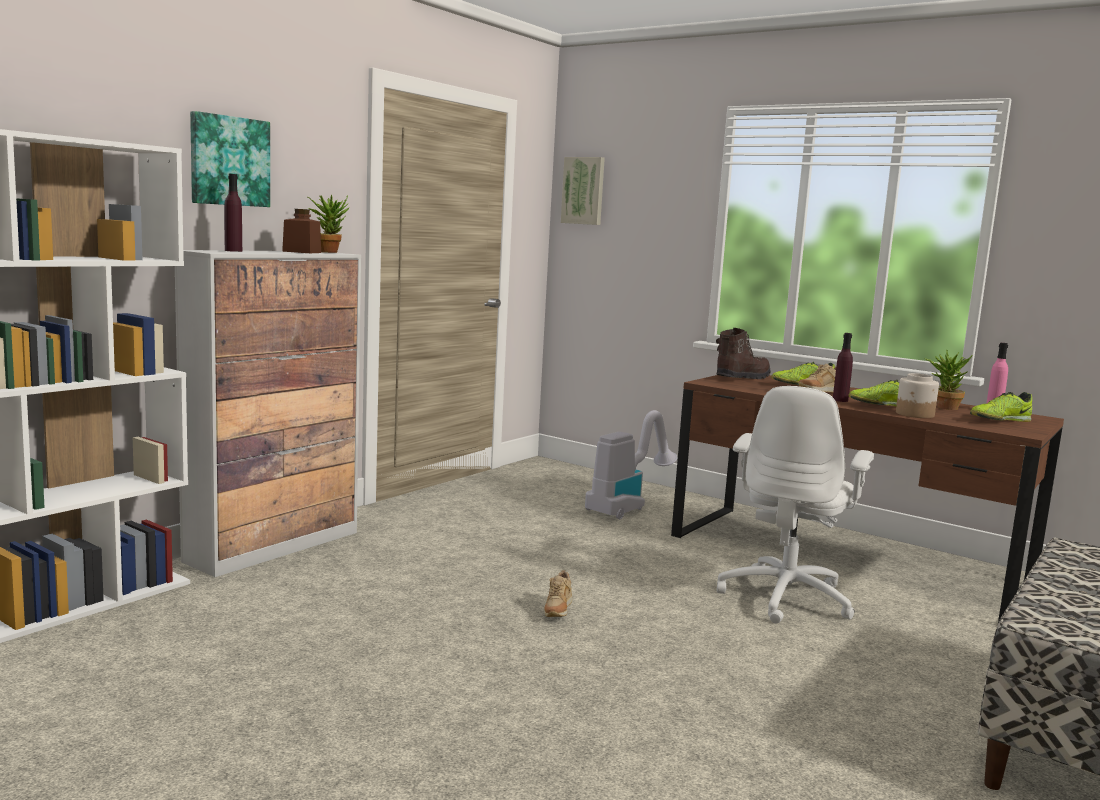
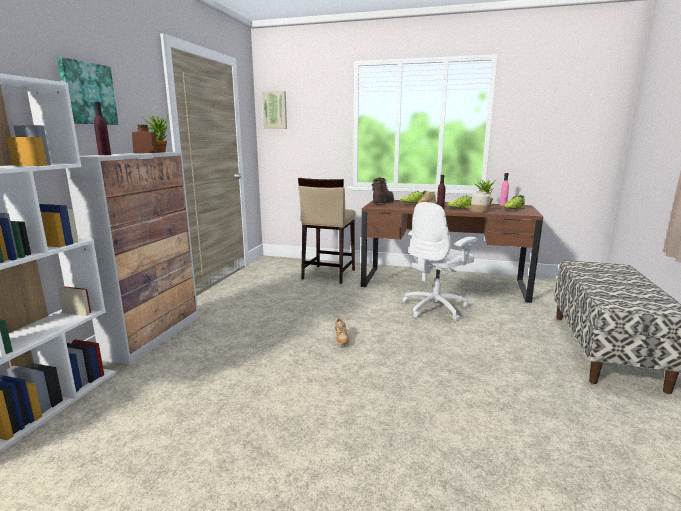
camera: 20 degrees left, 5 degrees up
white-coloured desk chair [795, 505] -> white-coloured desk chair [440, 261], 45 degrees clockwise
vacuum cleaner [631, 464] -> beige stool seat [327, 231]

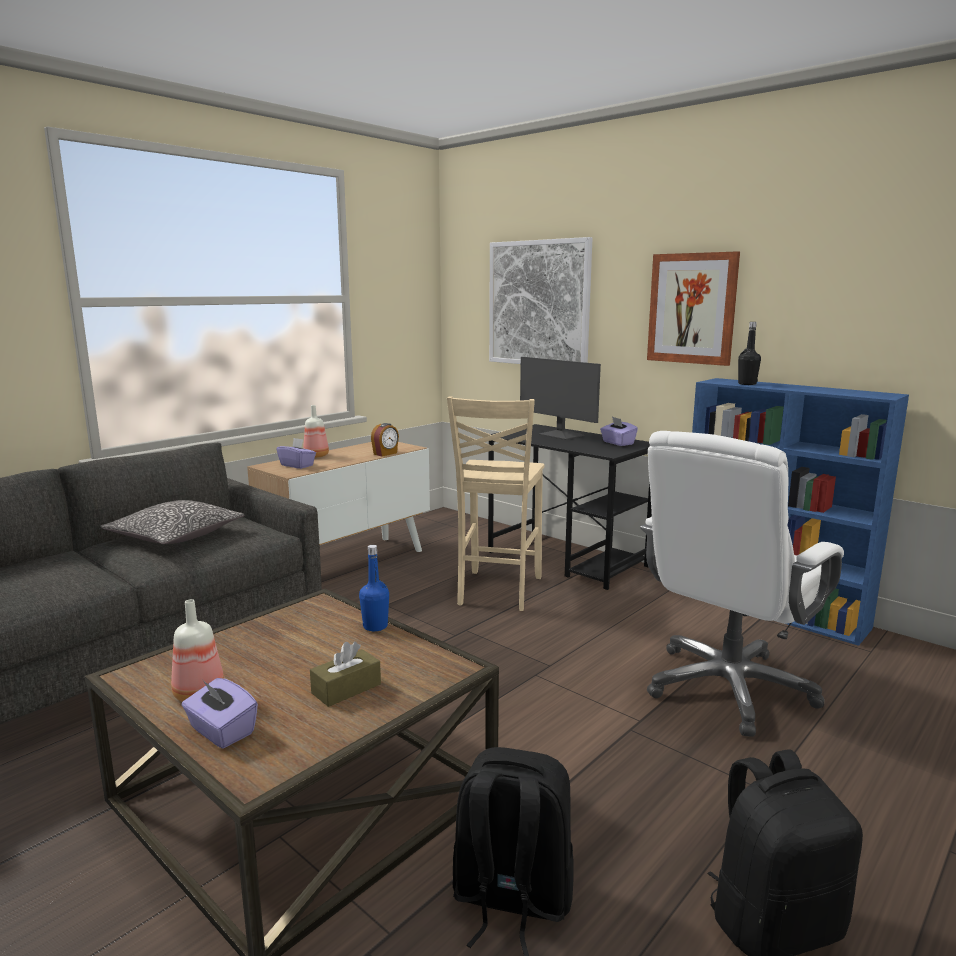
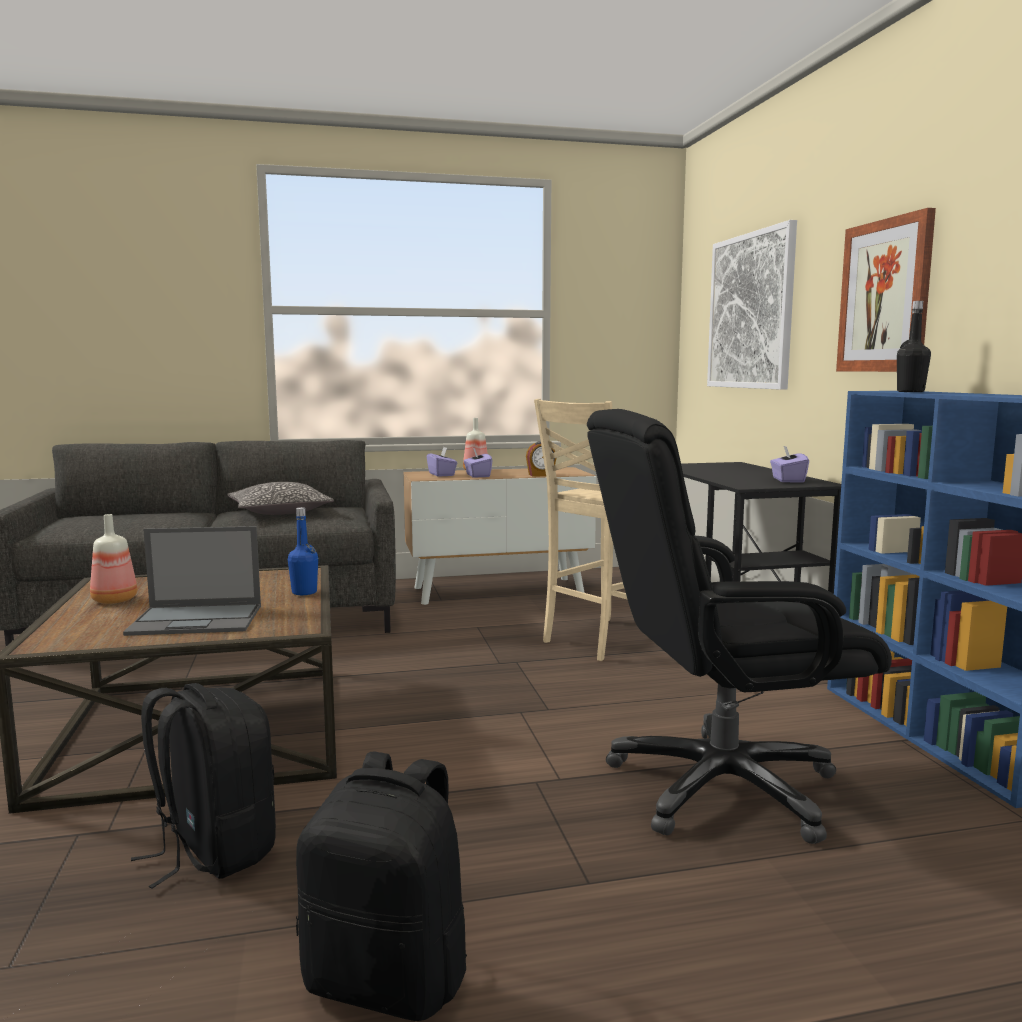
camera: 35 degrees right, 5 degrees down
computer display [560, 398] -> none
white-coloured desk chair [742, 584] -> black-coloured desk chair [739, 626]
brown-coloured box of tissues [345, 674] -> portable computer [192, 581]
purple-coloured box of tissues [220, 713] -> purple-coloured box of tissues [478, 463], relocated

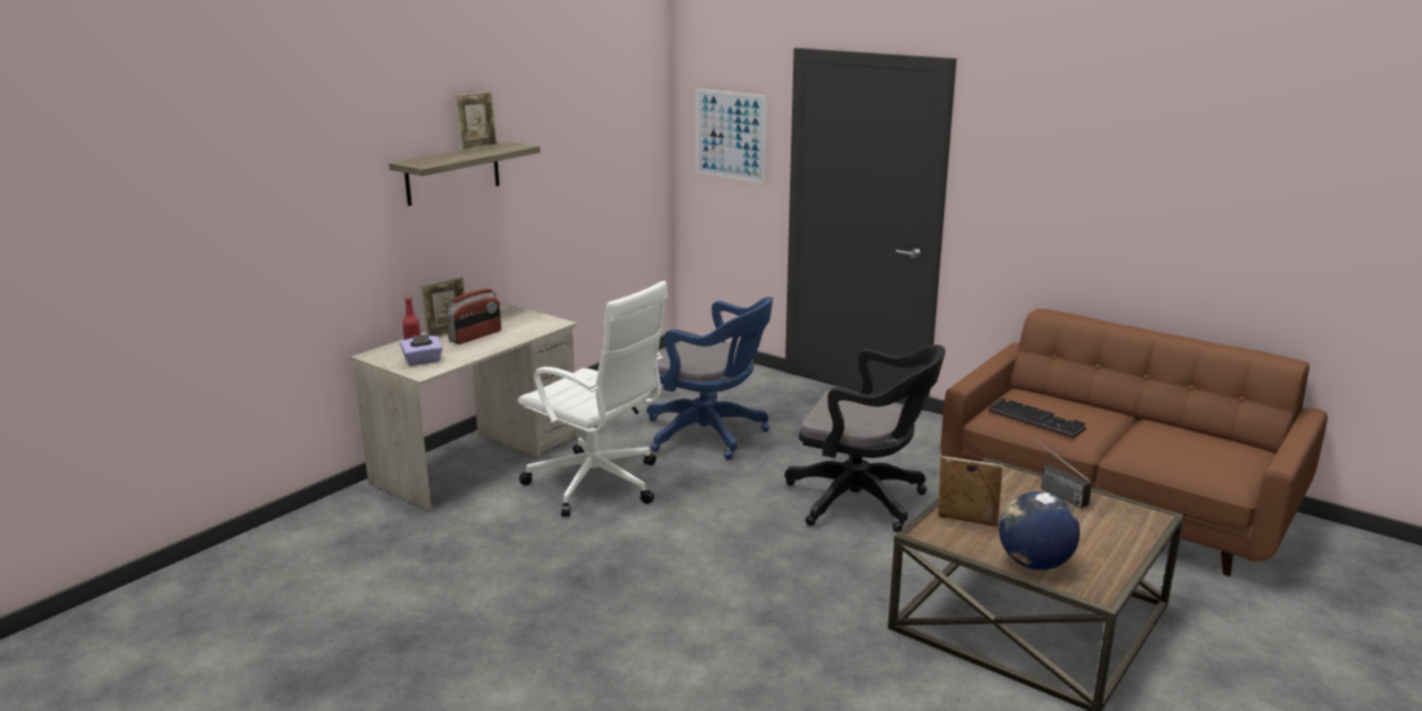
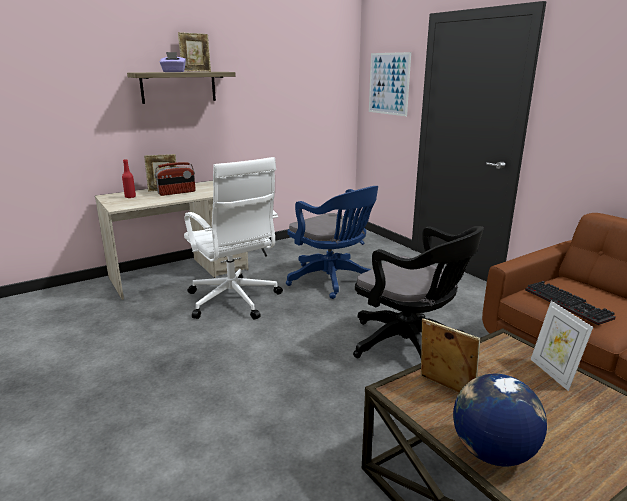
camera: 20 degrees right, 0 degrees up
purple-coloured box of tissues [421, 350] -> purple-coloured box of tissues [173, 62], relocated
radio receiver [1061, 472] -> standing frame [562, 346]

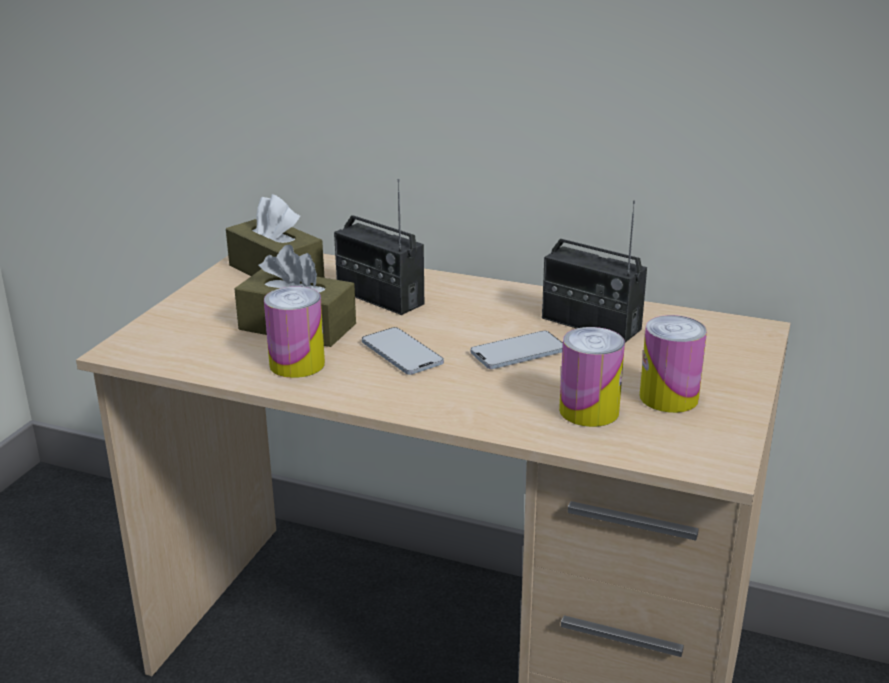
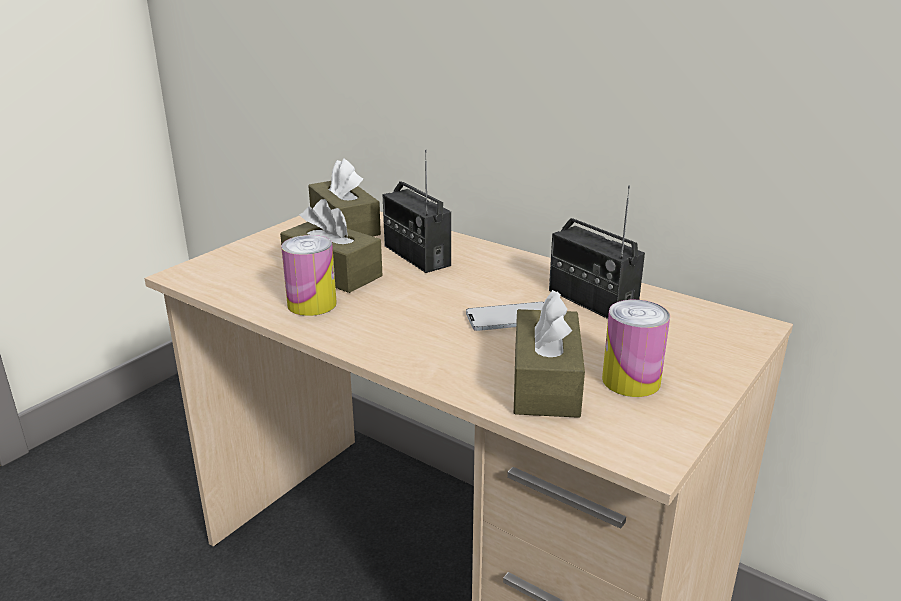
camera: 15 degrees right, 0 degrees up
phone [403, 351] -> none
metal can [592, 377] -> brown-coloured box of tissues [549, 354]

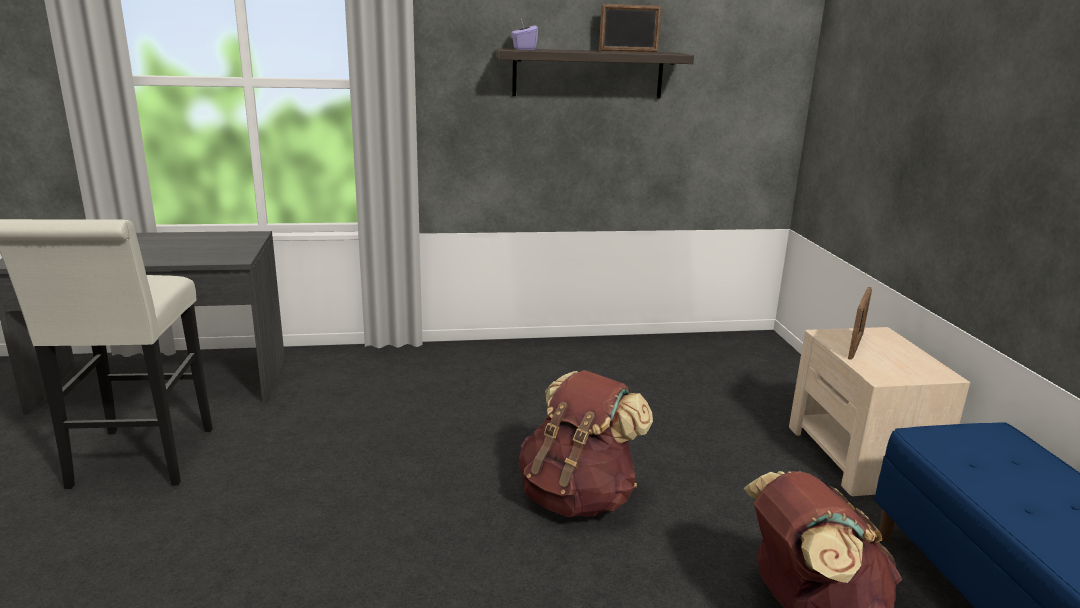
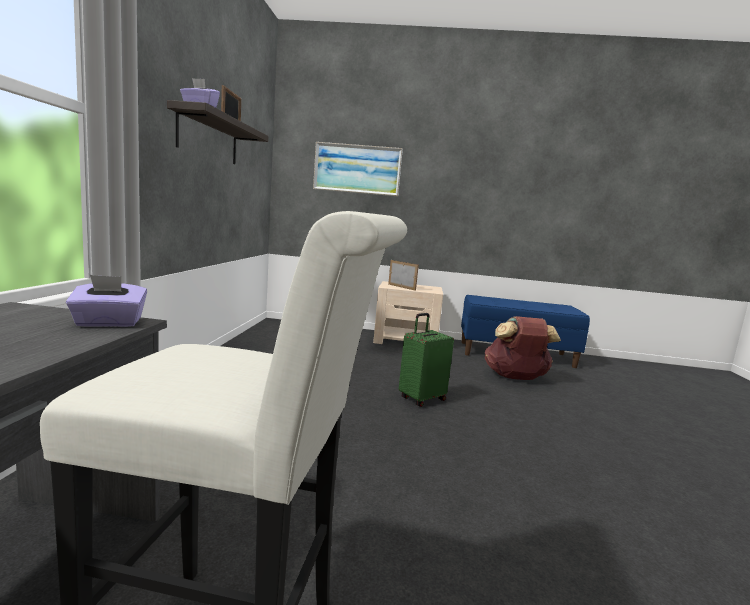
camera: 75 degrees left, 10 degrees down
brown-coloured rucksack [586, 443] -> greenish suitcase [426, 360]
none -> wall picture [358, 169]
none -> purple-coloured box of tissues [106, 301]

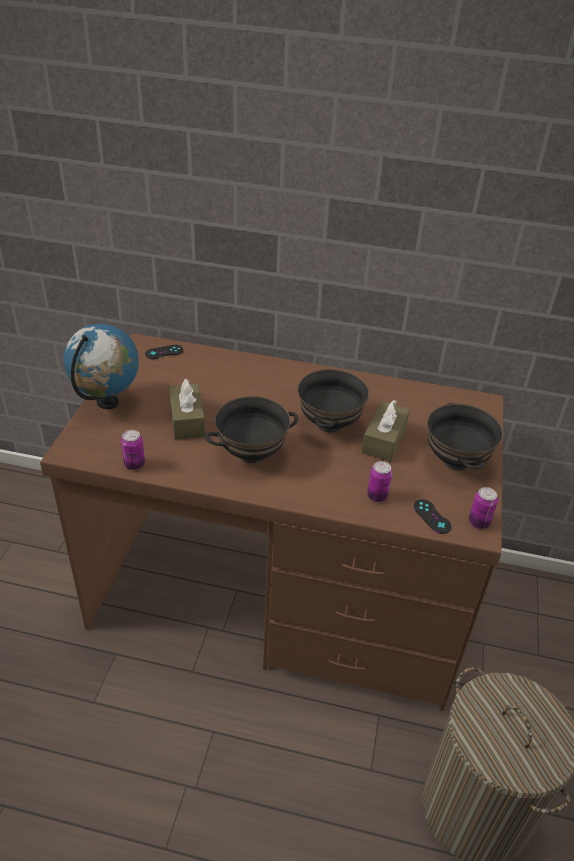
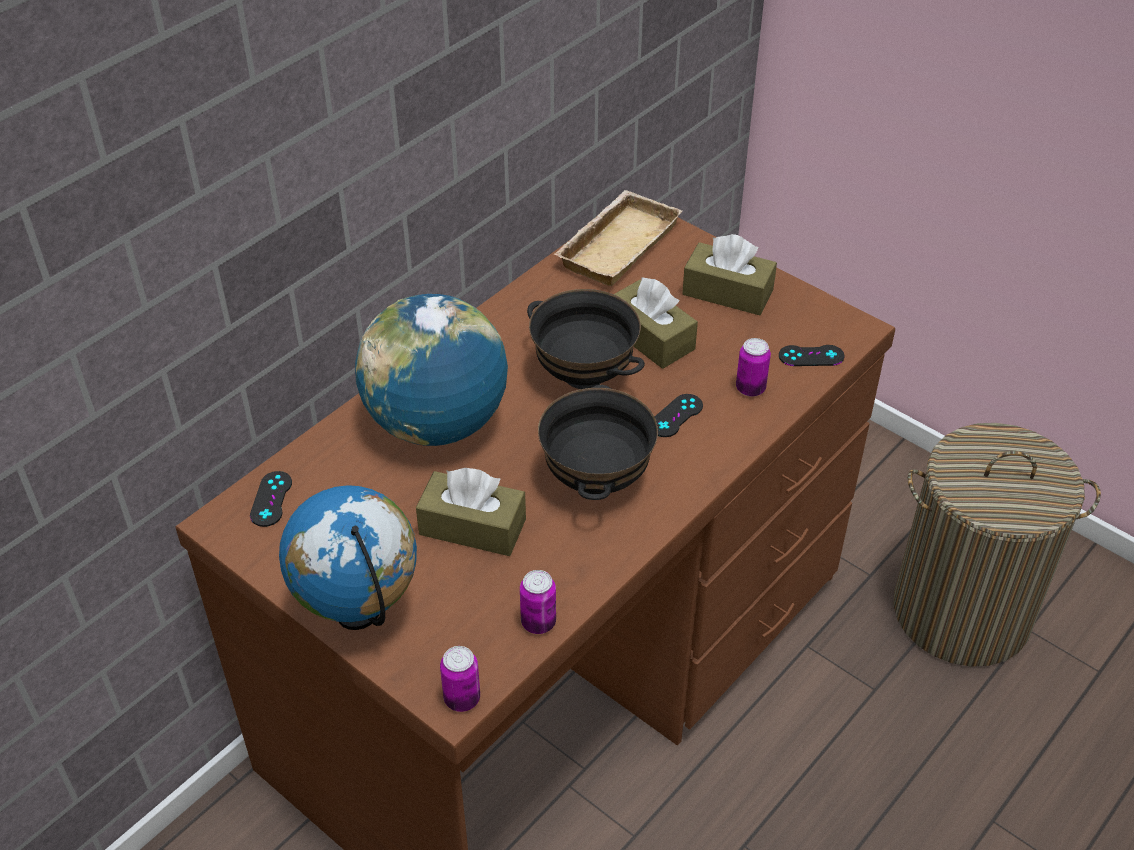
camera: 60 degrees left, 5 degrees up
black-coloured bowl [465, 437] -> brown-coloured box of tissues [729, 274]
metal can [483, 508] -> metal can [460, 679], relocated
none -> beige serving tray [618, 238]
none -> world globe [431, 370]
none -> black-coloured game controller [679, 415]

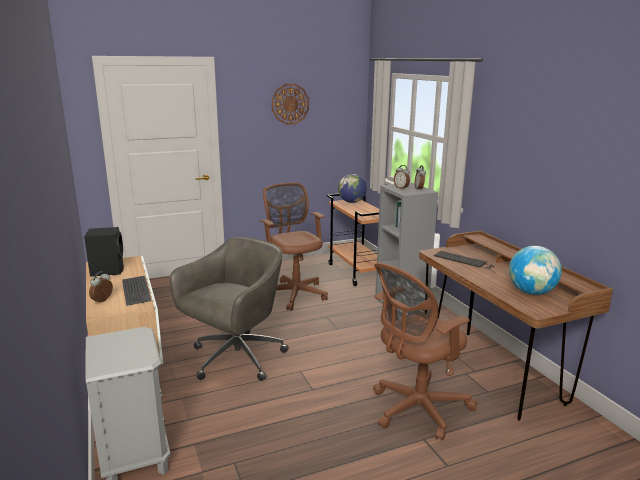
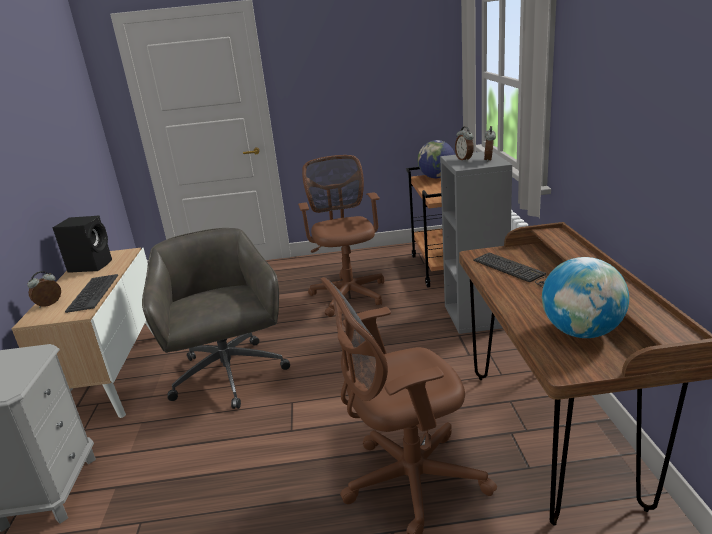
camera: 20 degrees right, 5 degrees up
wall clock [290, 104] -> none
greyish desk chair [228, 309] -> greyish desk chair [216, 318], 75 degrees counterclockwise

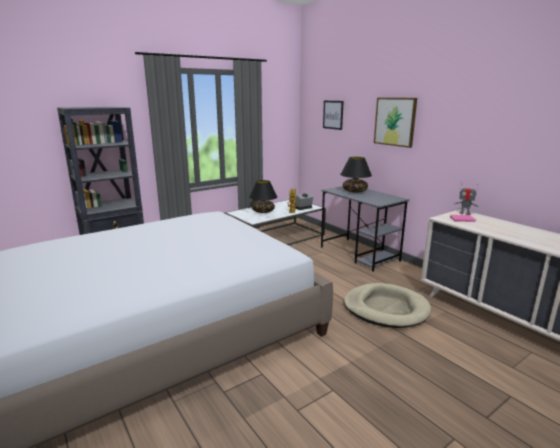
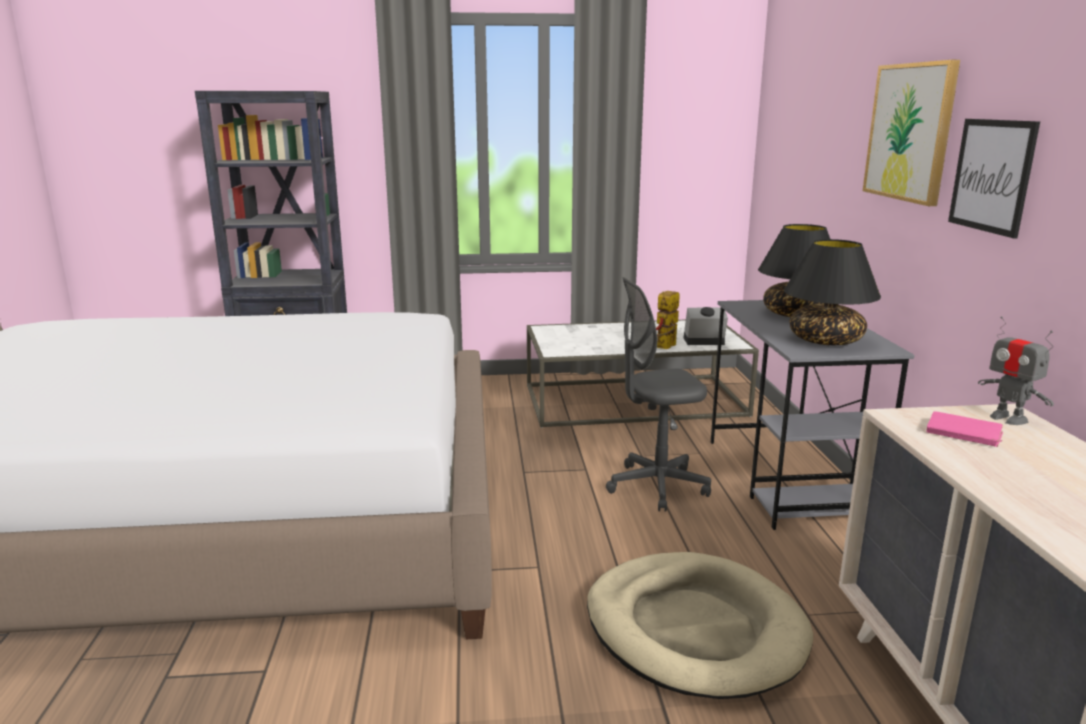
camera: 30 degrees right, 0 degrees up
wall picture [333, 115] -> wall picture [994, 178], relocated
black-coloured tabletop lamp [263, 196] -> black-coloured tabletop lamp [832, 292], relocated
none -> greyish desk chair [658, 394]

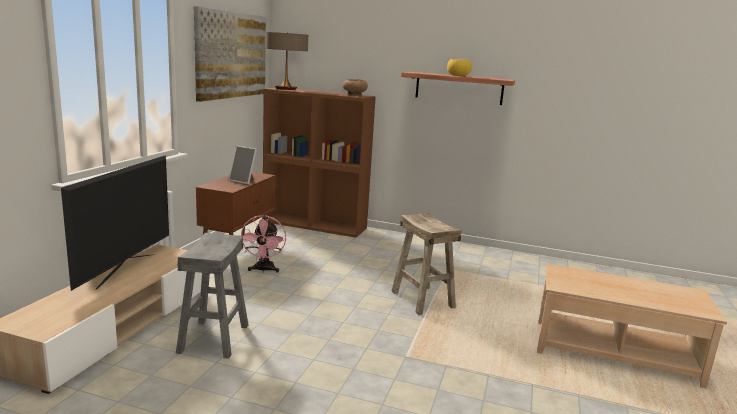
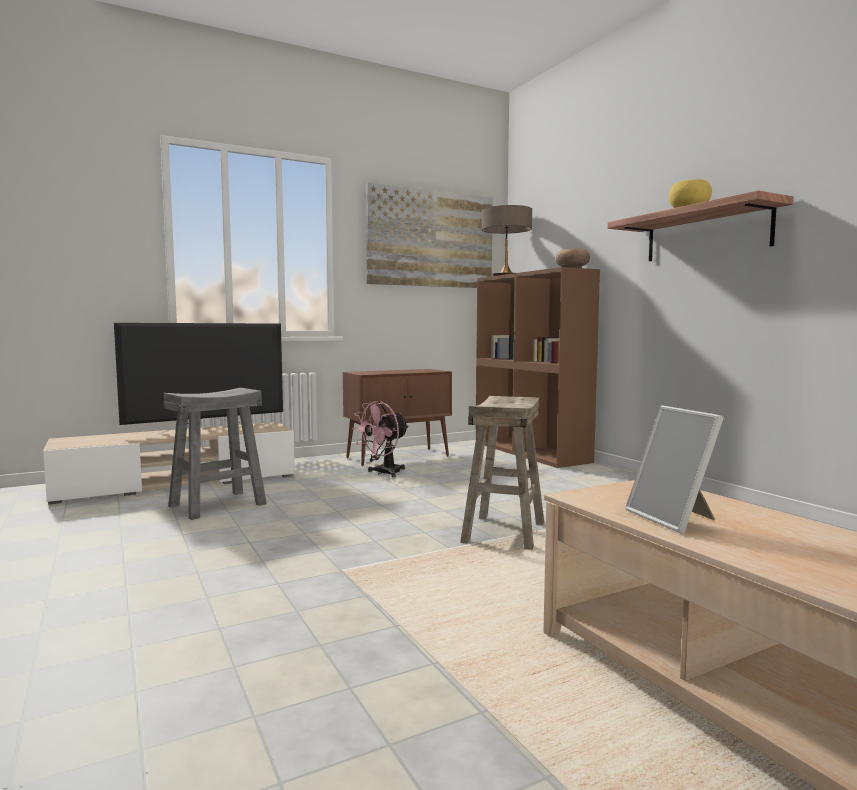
camera: 45 degrees right, 10 degrees down
standing frame [242, 165] -> standing frame [674, 469], relocated

